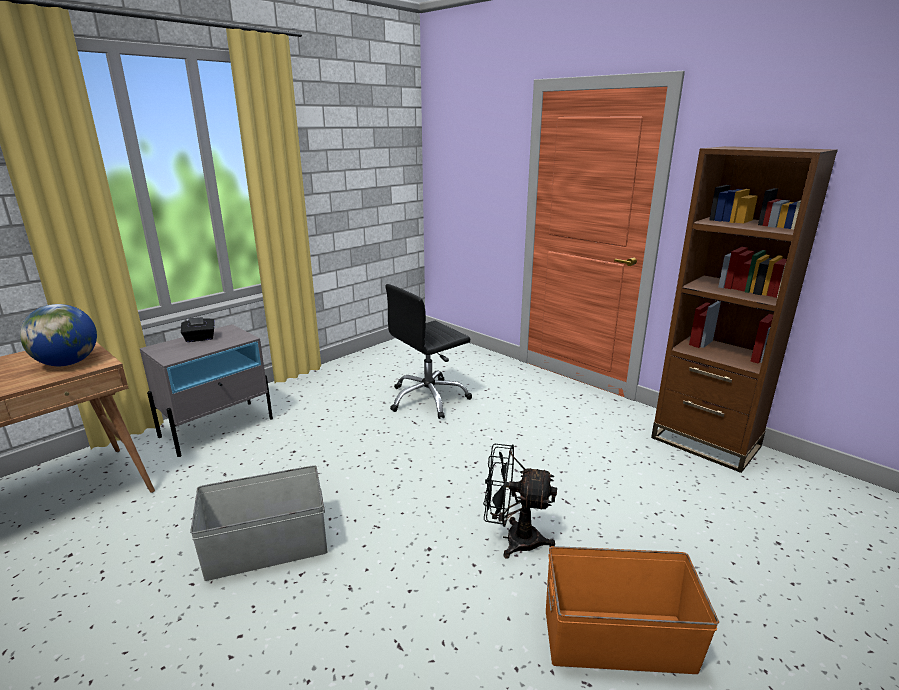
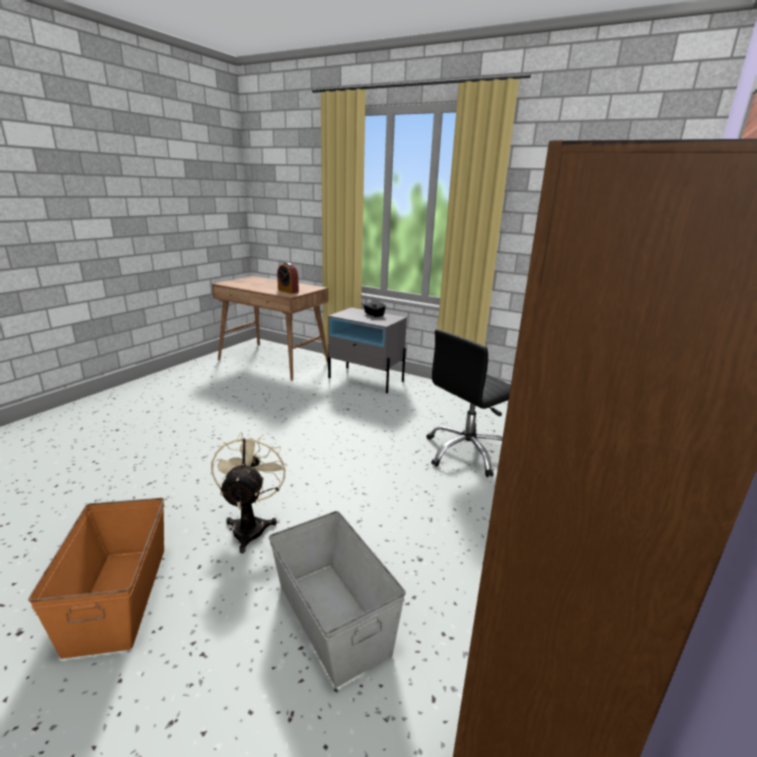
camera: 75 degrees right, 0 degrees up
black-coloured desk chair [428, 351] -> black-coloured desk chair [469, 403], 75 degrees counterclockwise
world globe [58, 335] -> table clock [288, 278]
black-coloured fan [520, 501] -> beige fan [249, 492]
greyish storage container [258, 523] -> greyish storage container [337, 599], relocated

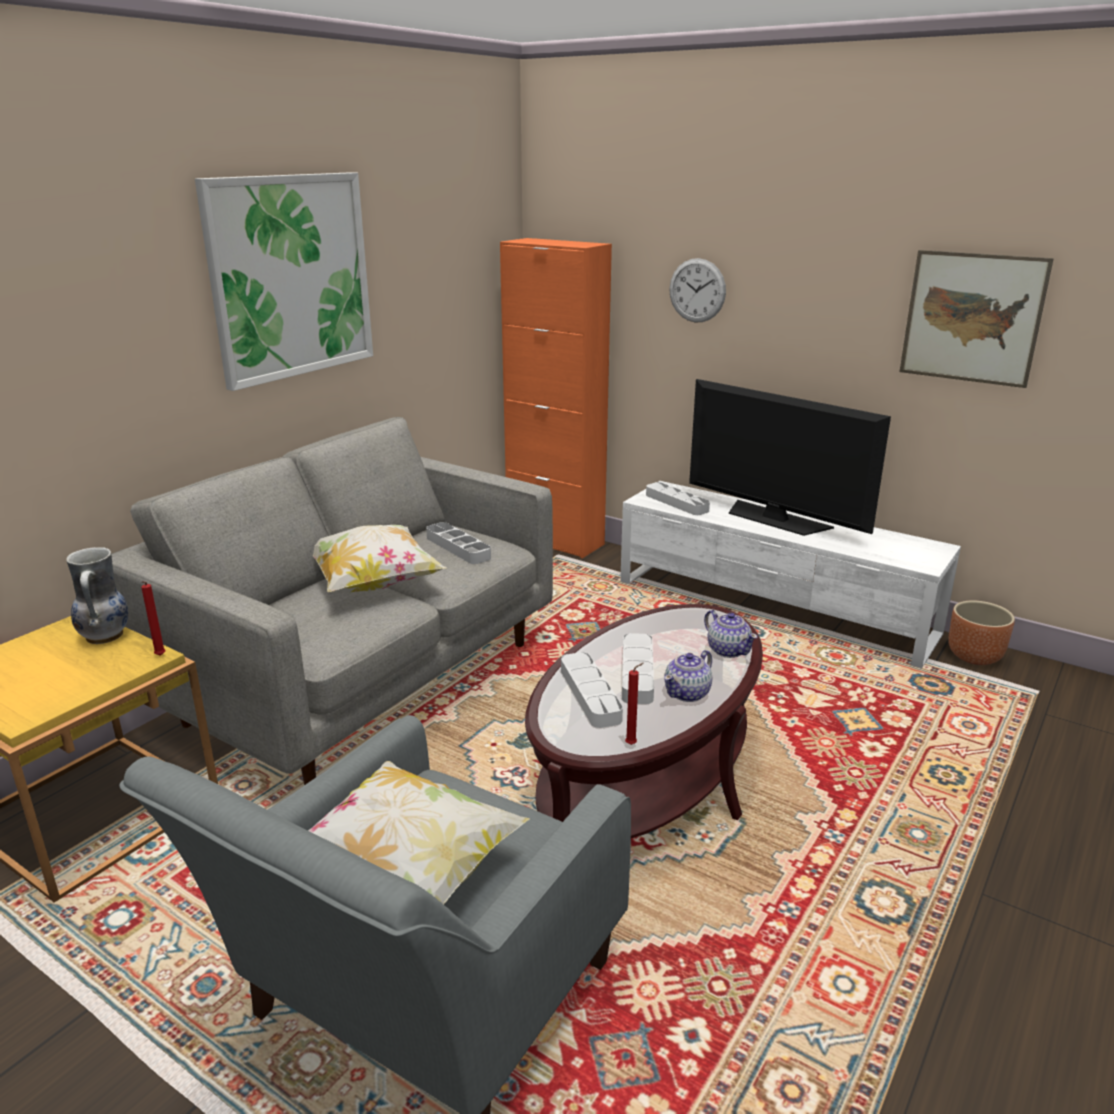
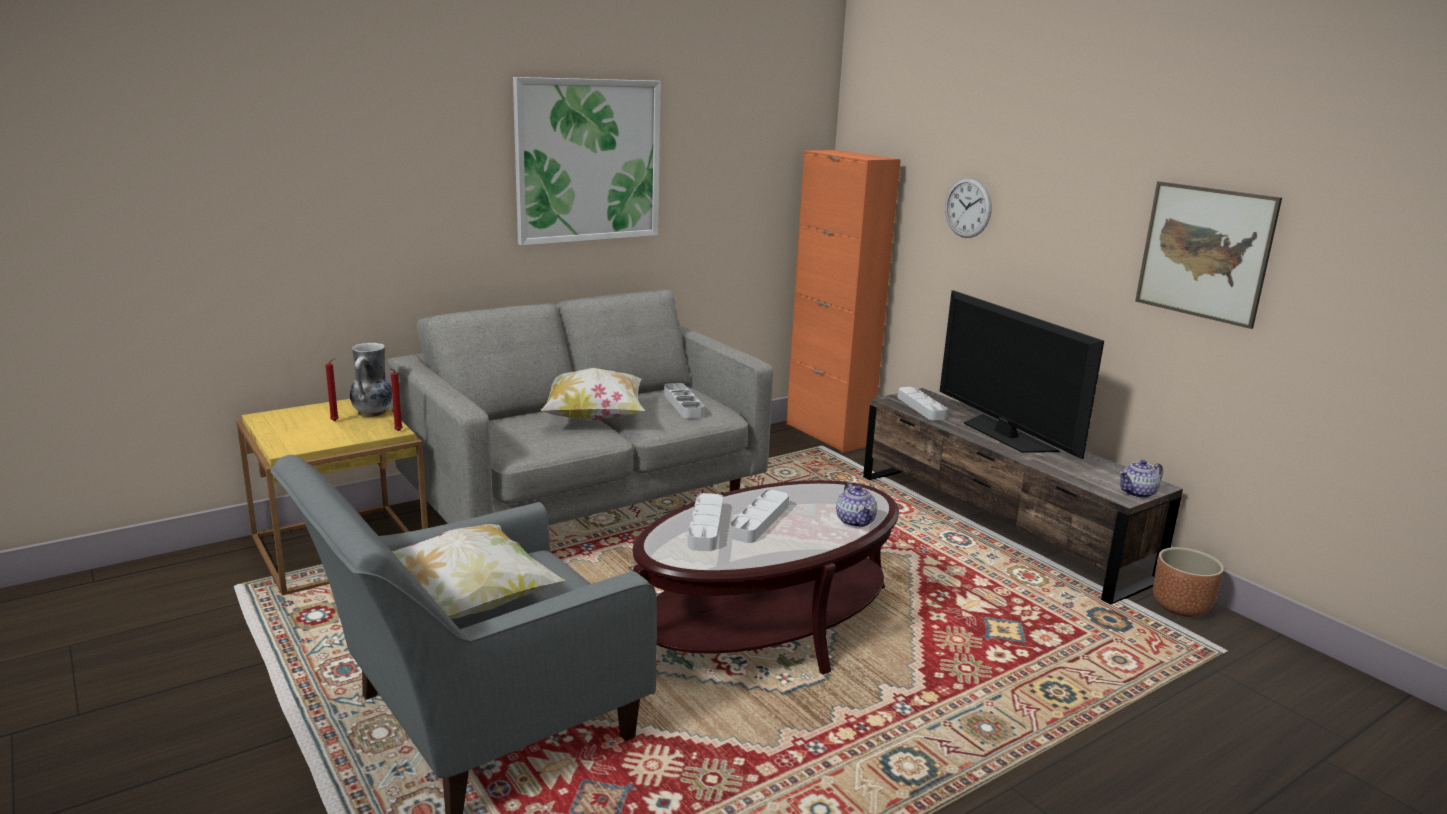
camera: 20 degrees right, 5 degrees down
white-coloured tv unit [790, 575] -> brown-coloured tv unit [1023, 496]
teapot [688, 676] -> teapot [1141, 479], relocated
red-coloured candle [634, 704] -> red-coloured candle [332, 389], relocated

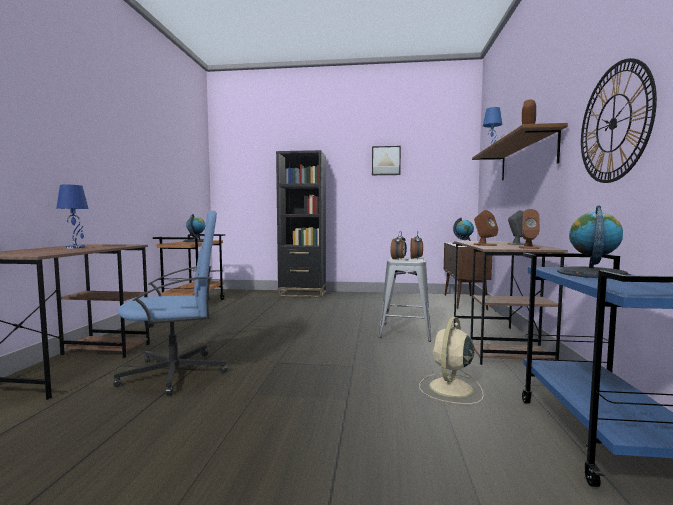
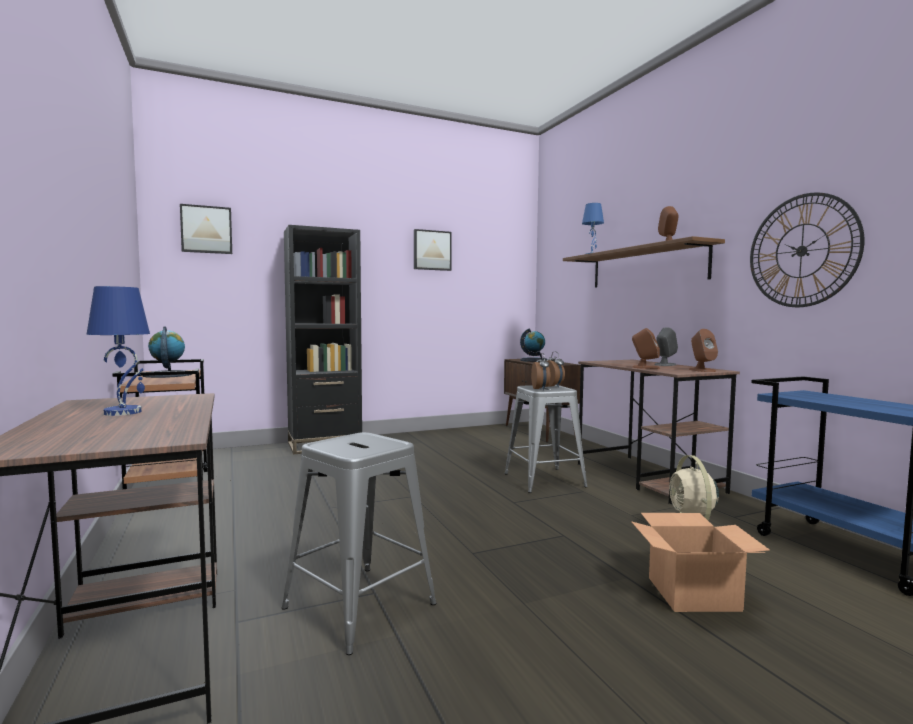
camera: 30 degrees left, 0 degrees up
world globe [594, 242] -> none
blue desk chair [170, 303] -> greyish stool seat [359, 543]
none -> wall picture [206, 229]
none -> cardboard box [700, 562]

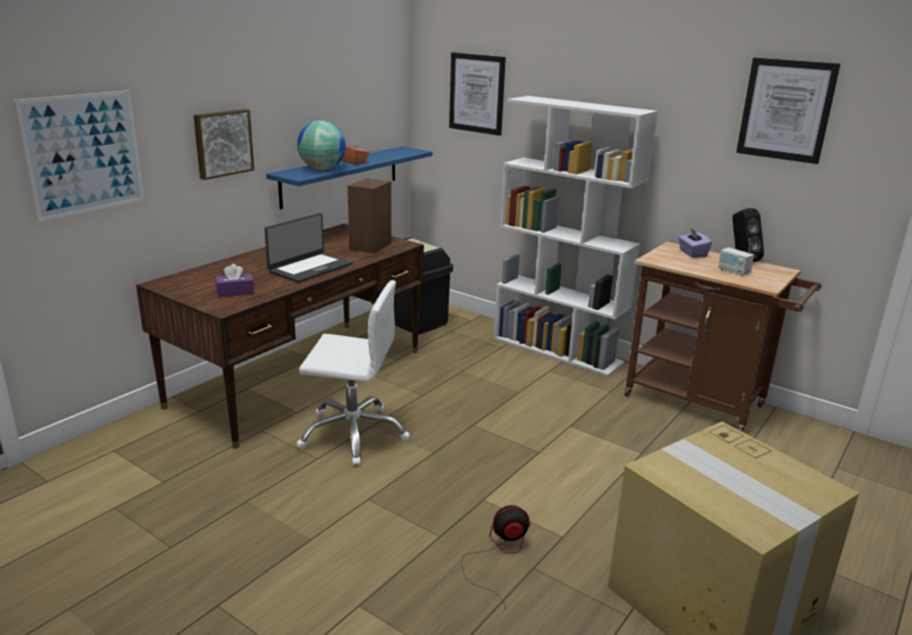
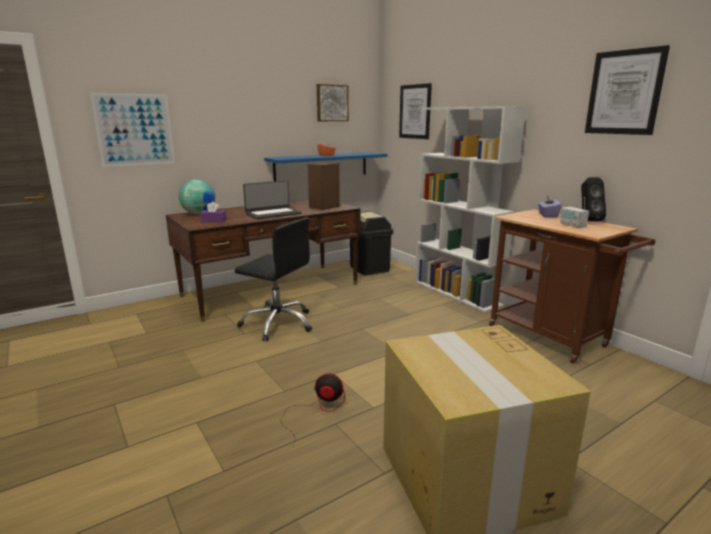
camera: 20 degrees right, 5 degrees down
wall picture [223, 144] -> wall picture [333, 102], relocated
world globe [321, 145] -> world globe [197, 197], relocated
white-coloured desk chair [353, 373] -> black-coloured desk chair [273, 279]

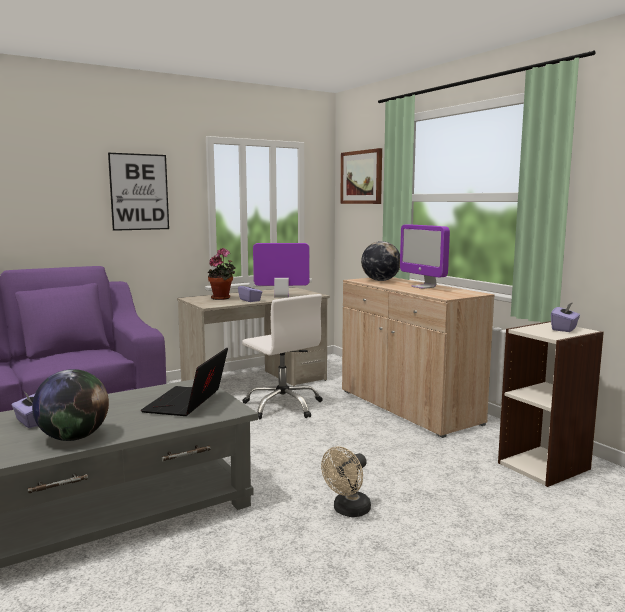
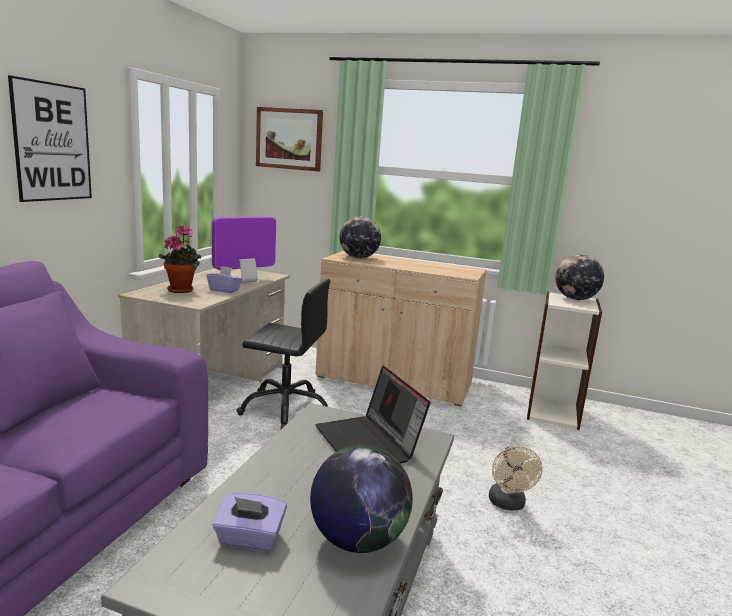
camera: 40 degrees left, 5 degrees up
computer display [425, 257] -> none
white-coloured desk chair [282, 356] -> black-coloured desk chair [283, 354]
purple-coloured box of tissues [565, 317] -> world globe [579, 277]

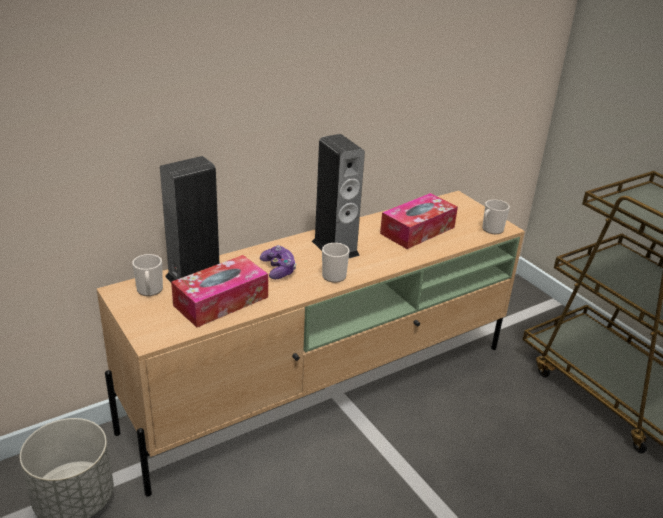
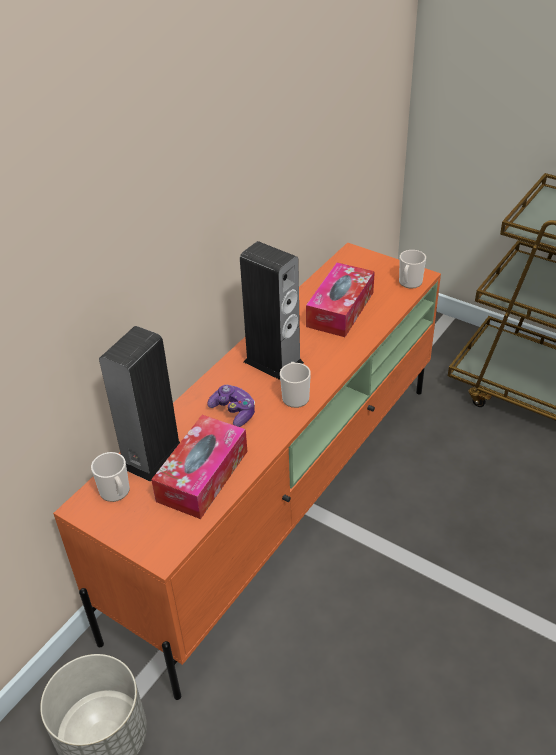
camera: 20 degrees left, 10 degrees up
beige tv unit [311, 344] -> orange tv unit [247, 471]

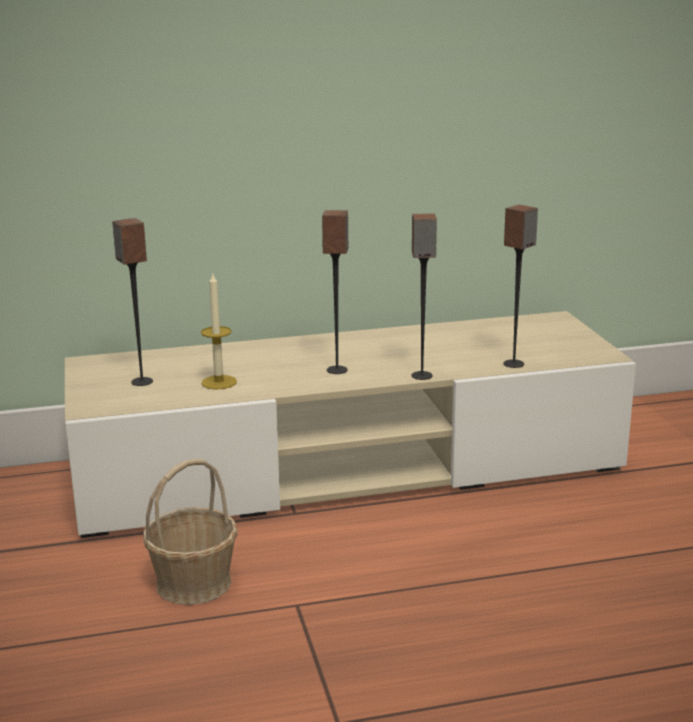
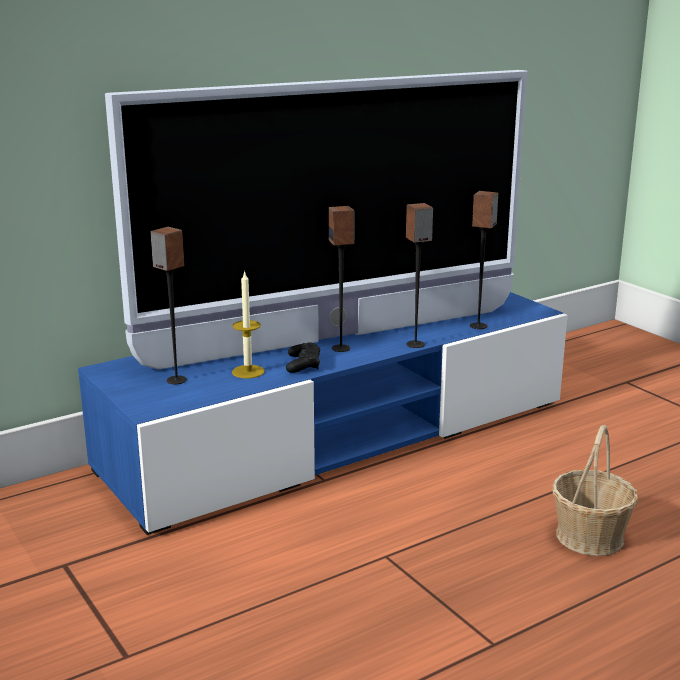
camera: 20 degrees left, 0 degrees up
beige tv unit [350, 424] -> blue tv unit [323, 413]
household basket [190, 532] -> household basket [595, 490], relocated
none -> TV set [316, 219]
none -> black-coloured game controller [303, 358]

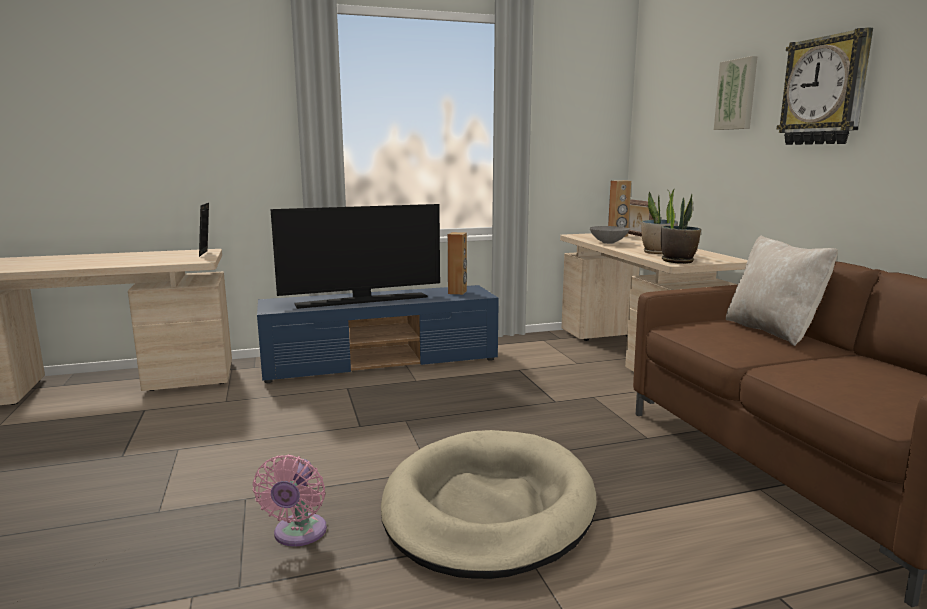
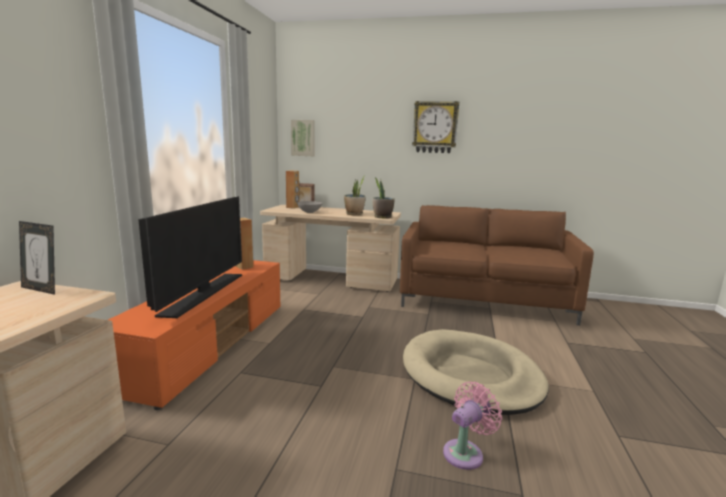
camera: 60 degrees left, 0 degrees up
wall picture [736, 93] -> wall picture [302, 138], relocated
beige throw pillow [782, 290] -> none
blue tv unit [378, 334] -> orange tv unit [194, 335]
pinkish fan [289, 500] -> pinkish fan [472, 426], 75 degrees counterclockwise

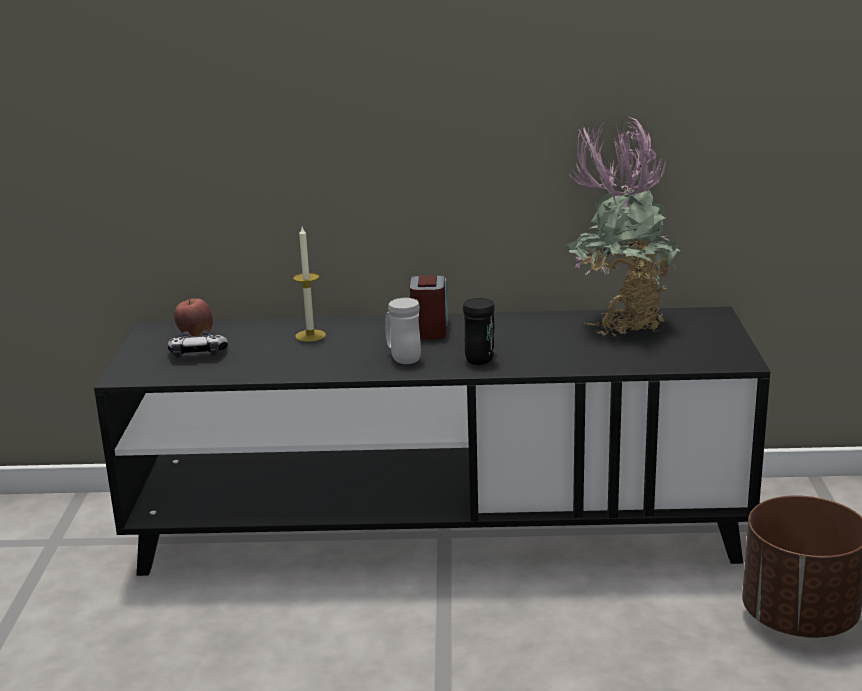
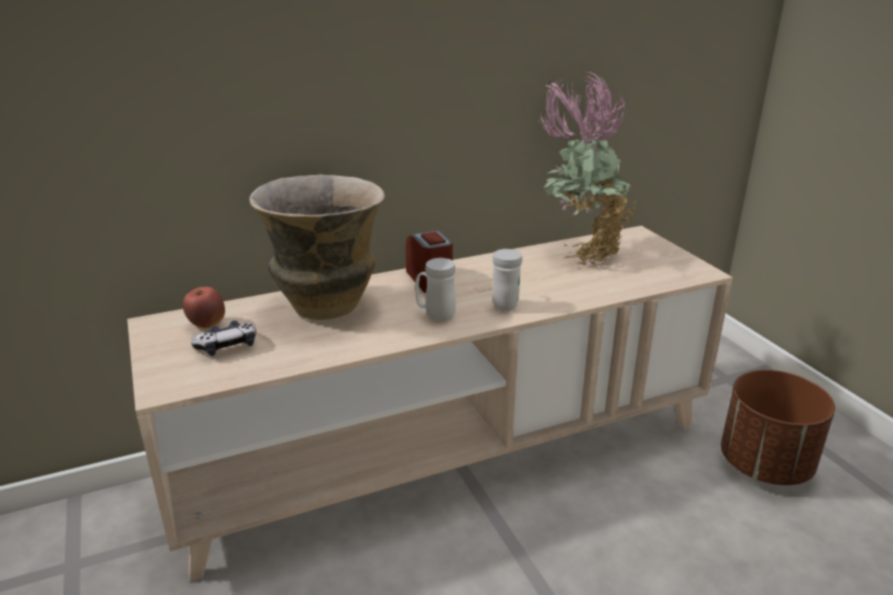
camera: 25 degrees left, 5 degrees up
candle [309, 284] -> decorative vase [317, 247]
black-coloured coffee mug [479, 331] -> white-coloured coffee mug [507, 280]
black-coloured tv unit [432, 441] -> beige tv unit [430, 404]

